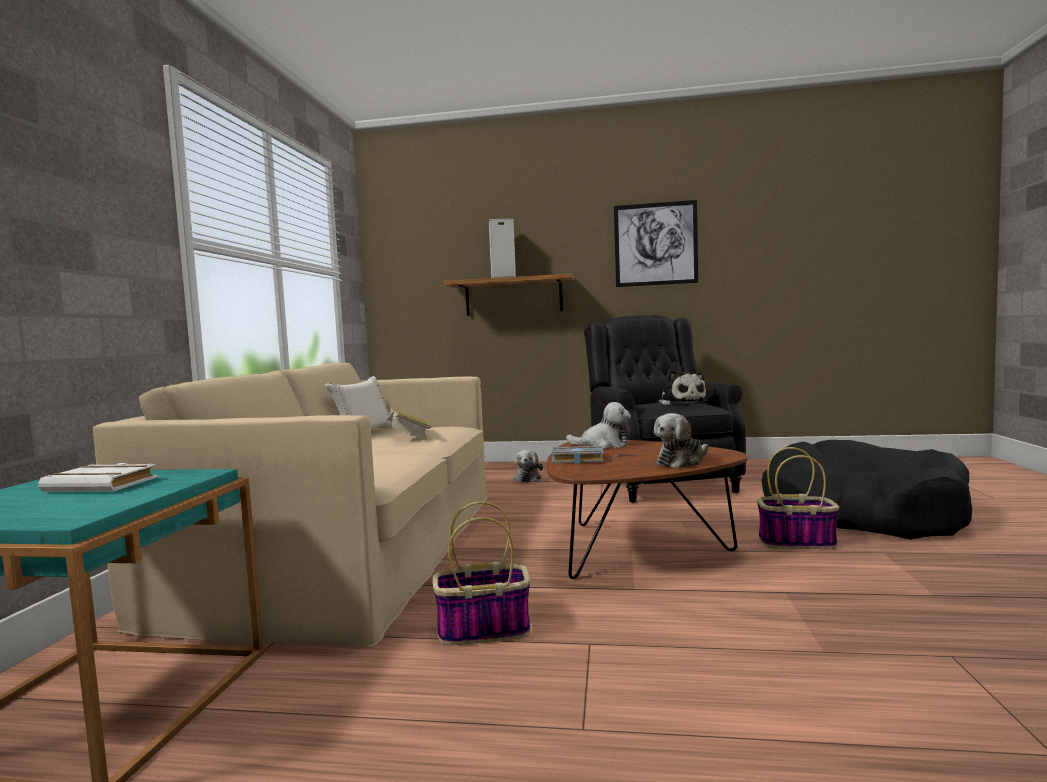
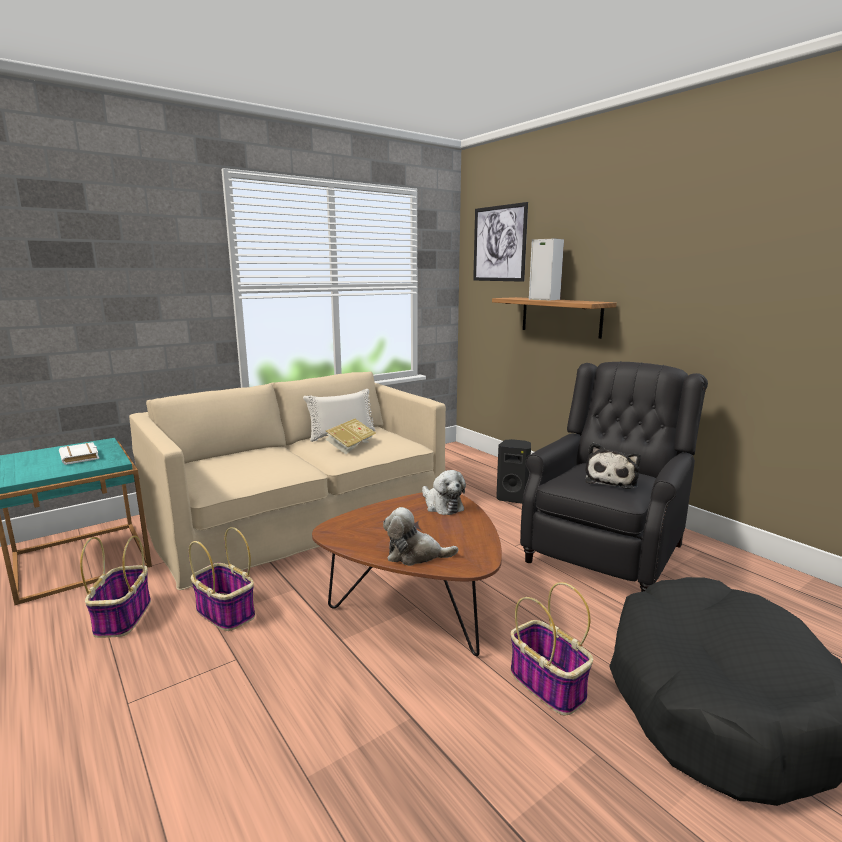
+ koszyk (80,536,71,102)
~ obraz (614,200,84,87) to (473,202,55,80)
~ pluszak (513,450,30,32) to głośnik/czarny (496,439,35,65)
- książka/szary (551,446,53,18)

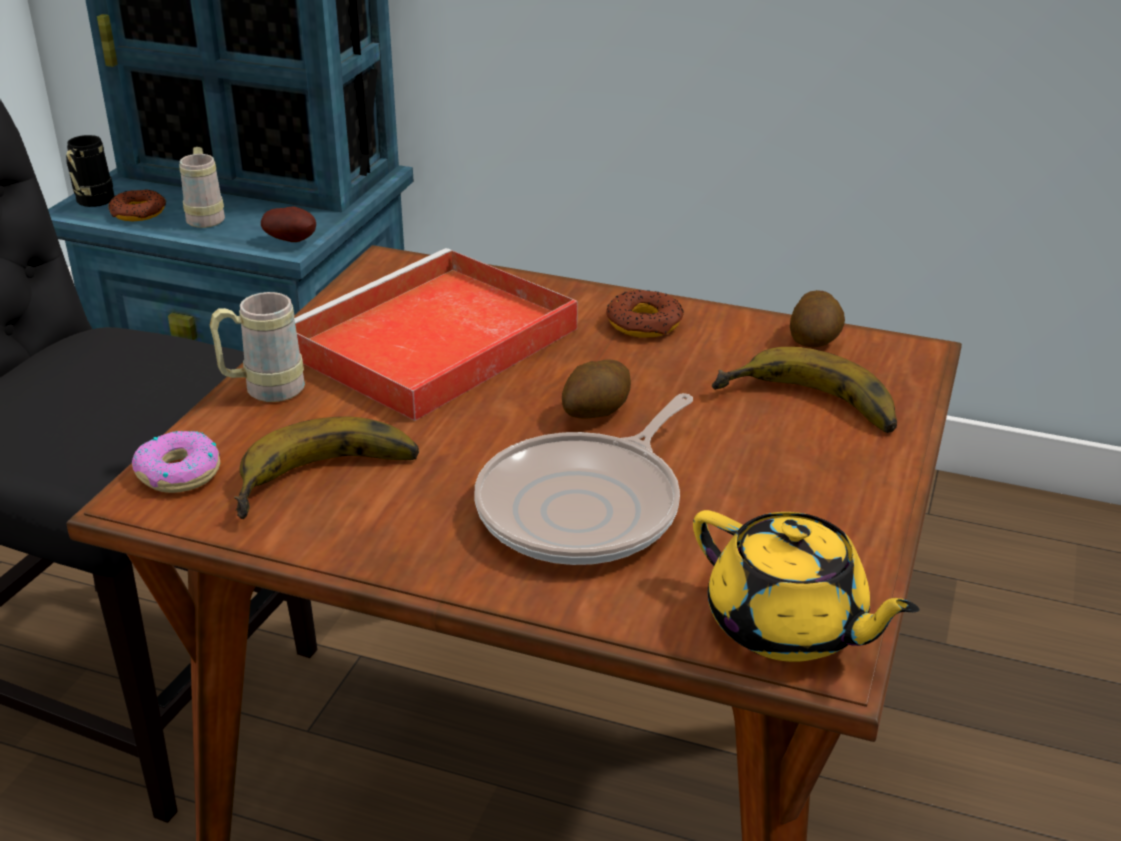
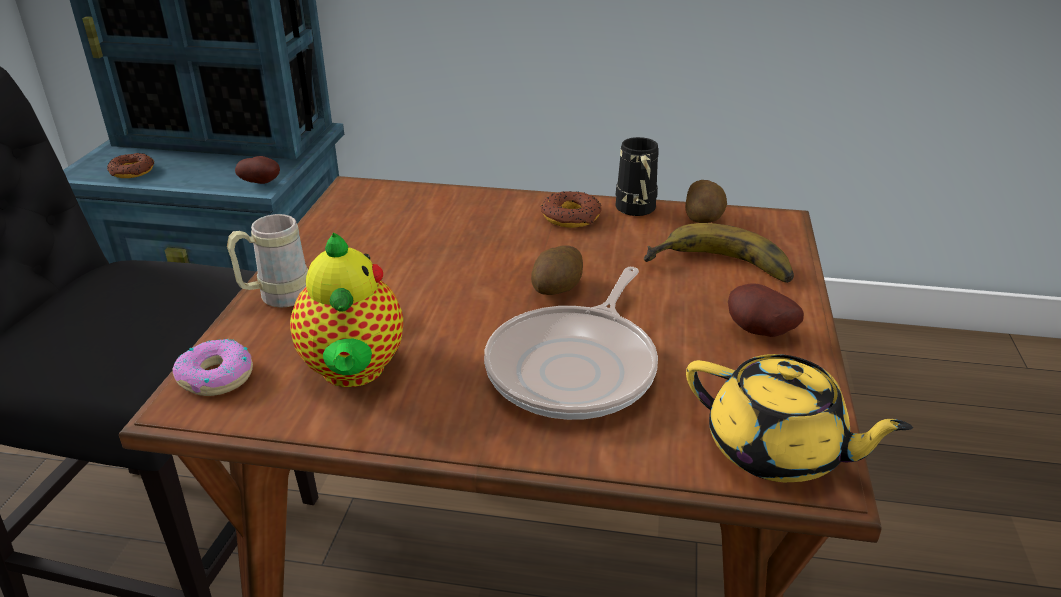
~ banan (234,416,185,103) to imbryk (290,232,113,155)
~ kubek/czarny (66,135,48,72) to (615,137,43,79)
+ ziemniak (728,283,76,54)
- kubek/beżowy (179,147,46,81)
- taca/czerwony (294,248,284,173)

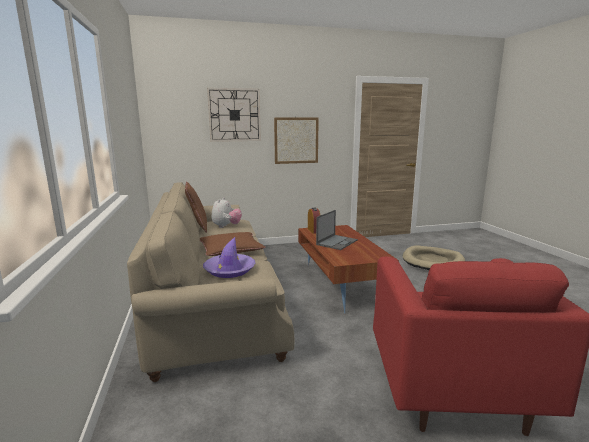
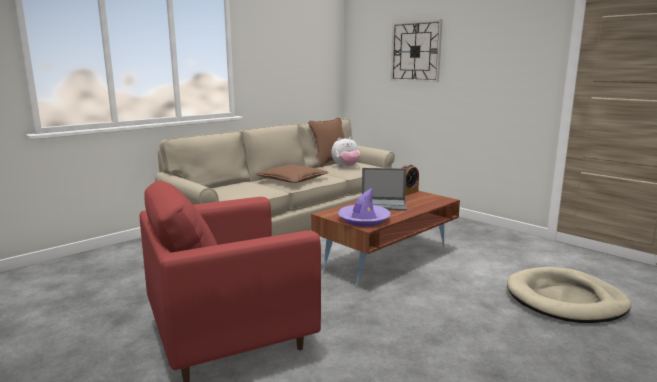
~ kapelusz/fioletowy (203,237,52,41) to (338,187,53,39)
- obraz (274,117,45,47)

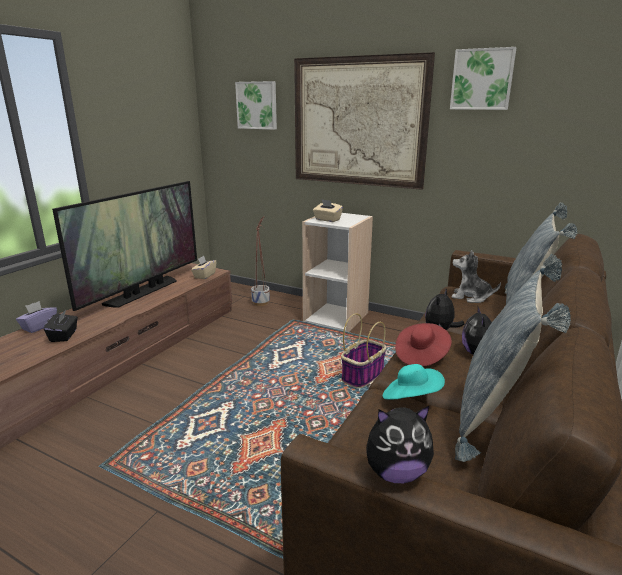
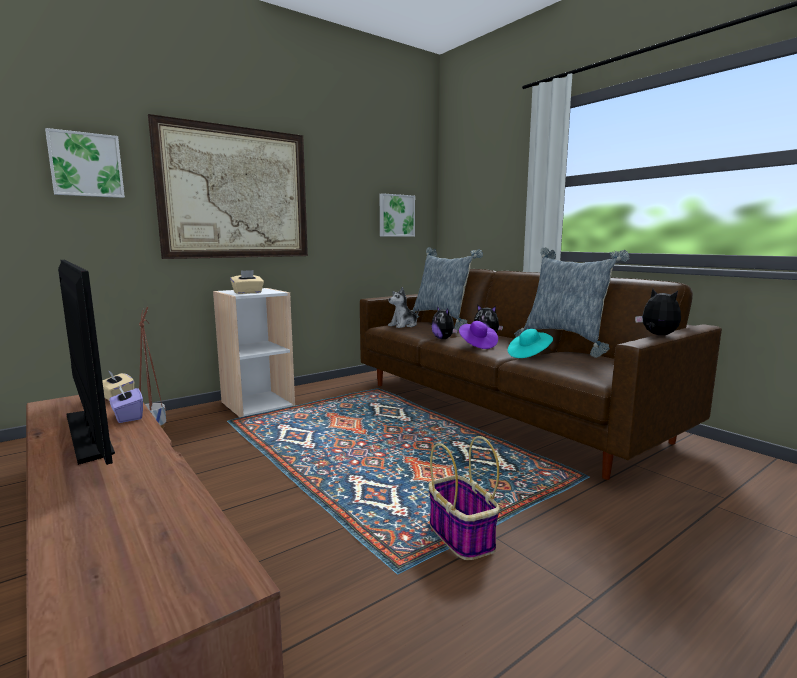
~ pudełko chusteczek/fioletowy (16,301,41,32) to (109,384,34,39)
~ obraz (450,47,67,63) to (380,193,35,44)
~ koszyk (341,313,45,75) to (428,436,72,124)
~ kapelusz/czerwony (395,323,57,44) to kapelusz/fioletowy (459,321,39,28)
~ pluszak (367,406,67,77) = (635,289,46,46) 45 degrees counterclockwise
- pudełko chusteczek/czarny (44,310,34,32)

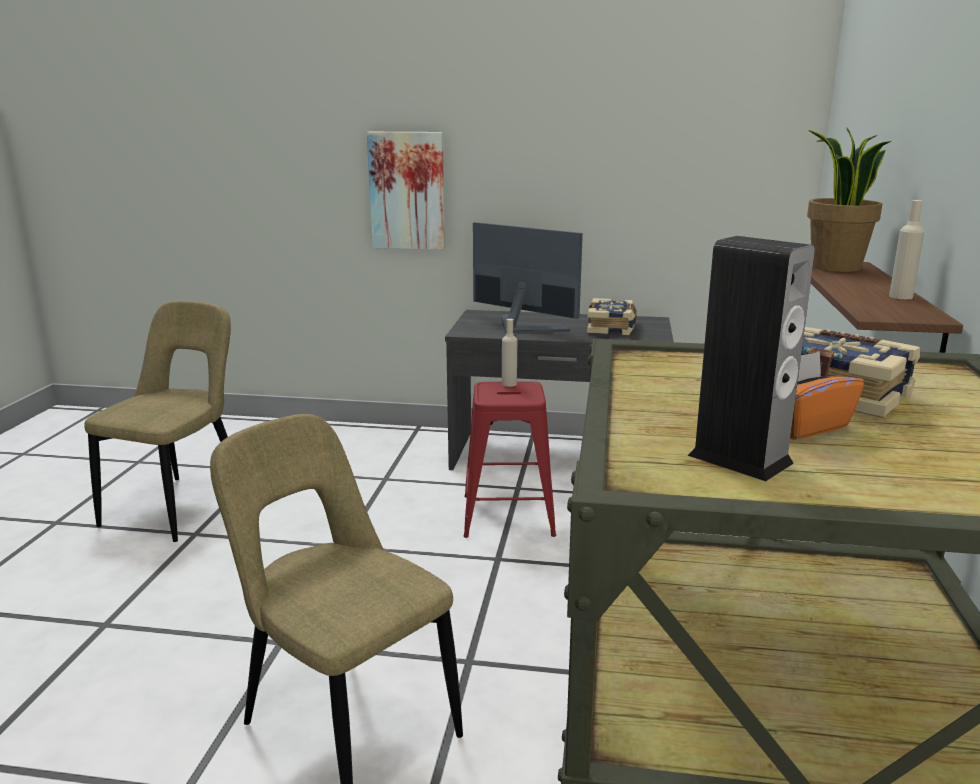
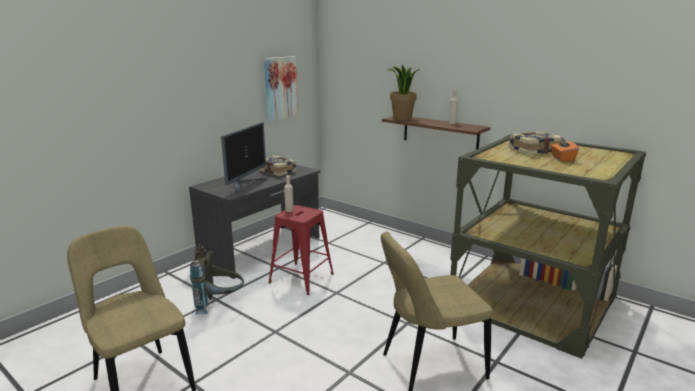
+ plecak/szary (190,243,54,72)
~ monitor (473,222,110,111) = (221,122,46,71) 135 degrees clockwise
~ obraz (367,132,78,118) to (264,56,34,66)
- głośnik (688,236,127,245)

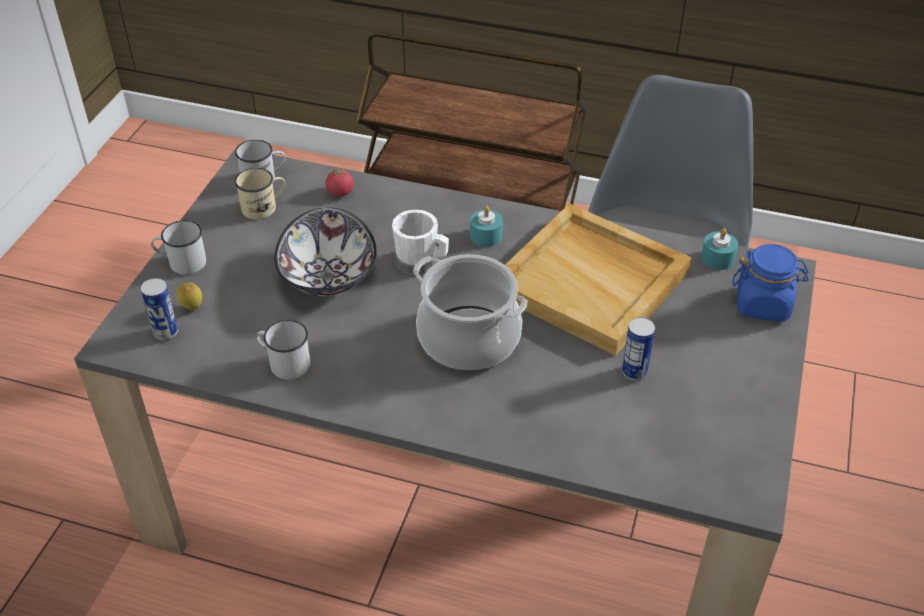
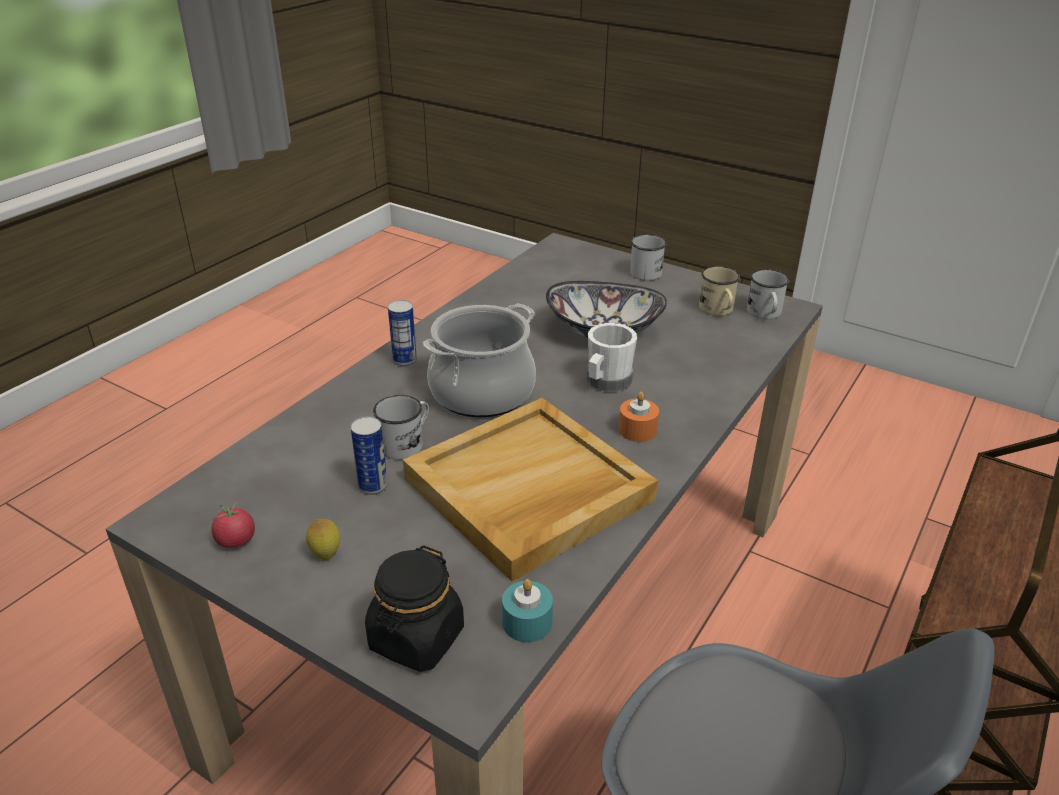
~ pomidor (325,166,29,30) to (212,502,43,46)
~ cytryna (177,282,25,28) to (306,519,34,41)
~ słoik/niebieski (732,244,77,77) to słoik/czarny (365,545,99,127)
~ kubek/biały (256,320,54,60) to (373,395,56,65)
~ puszka (141,278,37,63) to (388,300,29,66)
~ świeca/turkusowy (470,206,33,41) to świeca/pomarańczowy (618,392,41,50)

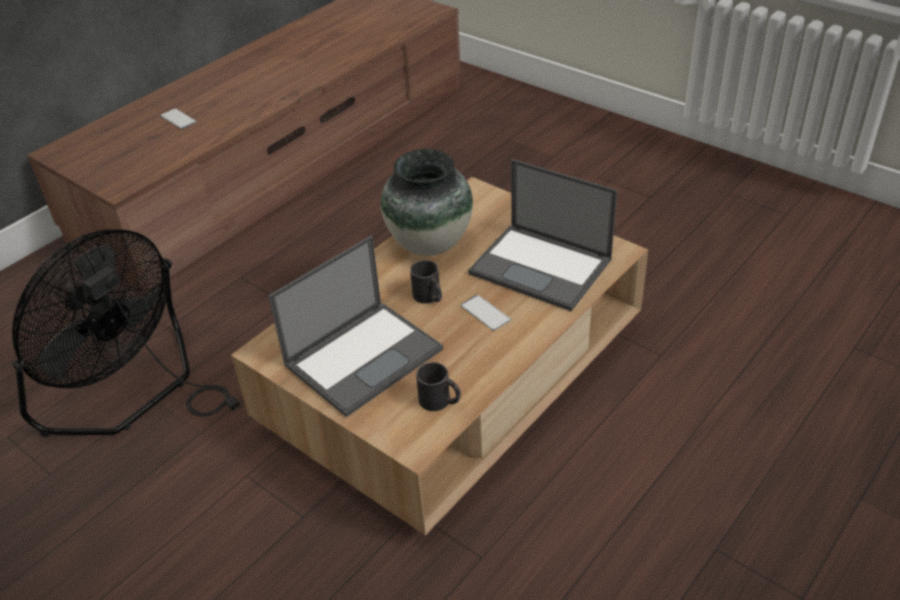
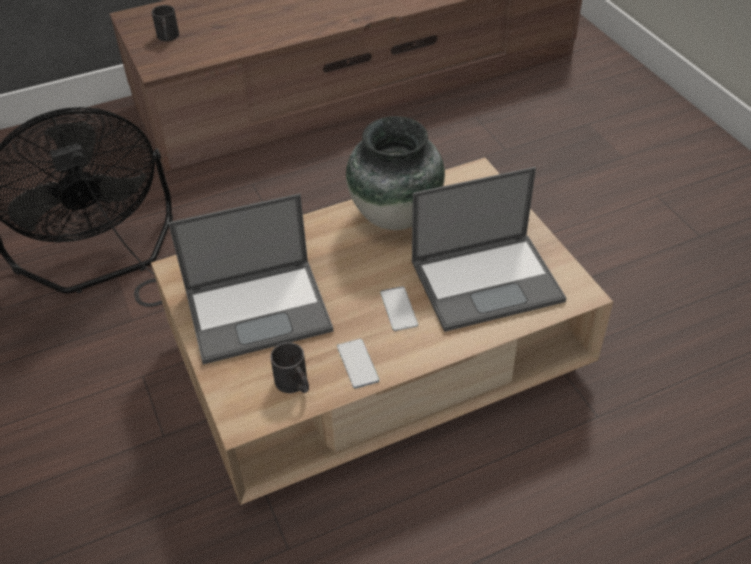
~ kubek/czarny (410,260,32,44) to (152,5,27,36)
~ telefon (160,108,36,21) to (337,339,42,50)
~ laptop (468,159,149,152) = (412,167,154,165) 75 degrees counterclockwise

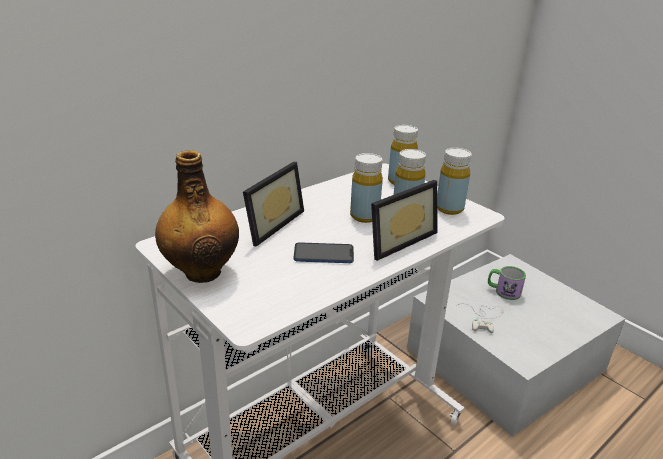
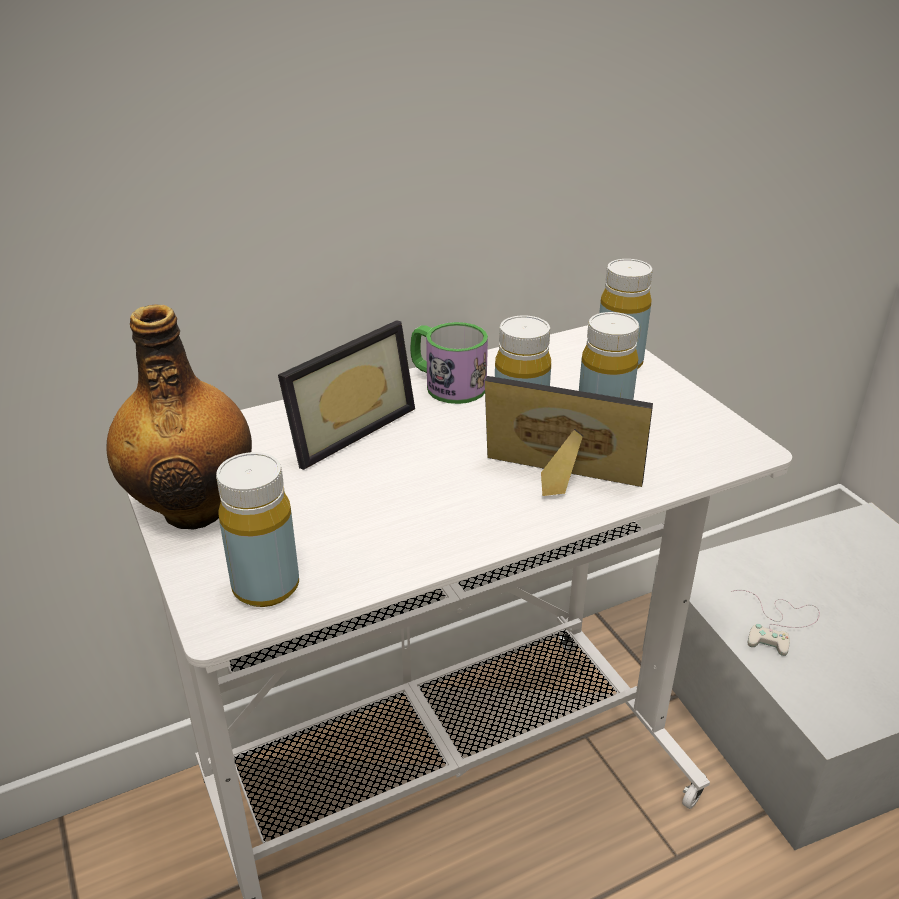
~ butelka/żółty (437,148,35,67) to (216,452,83,155)
~ kubek (488,266,38,34) to (410,322,78,82)
~ ramka na zdjęcie (371,180,67,81) = (485,376,168,120) 135 degrees counterclockwise
- telefon (294,242,60,21)

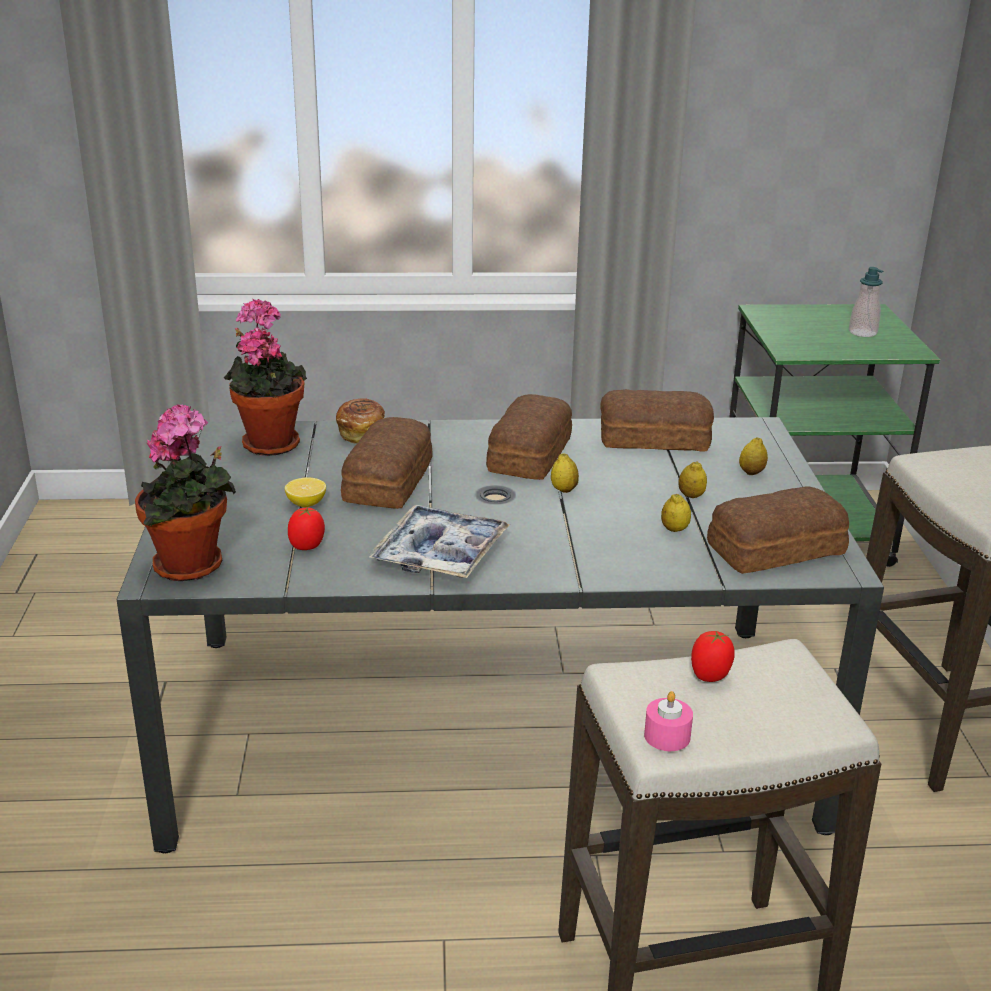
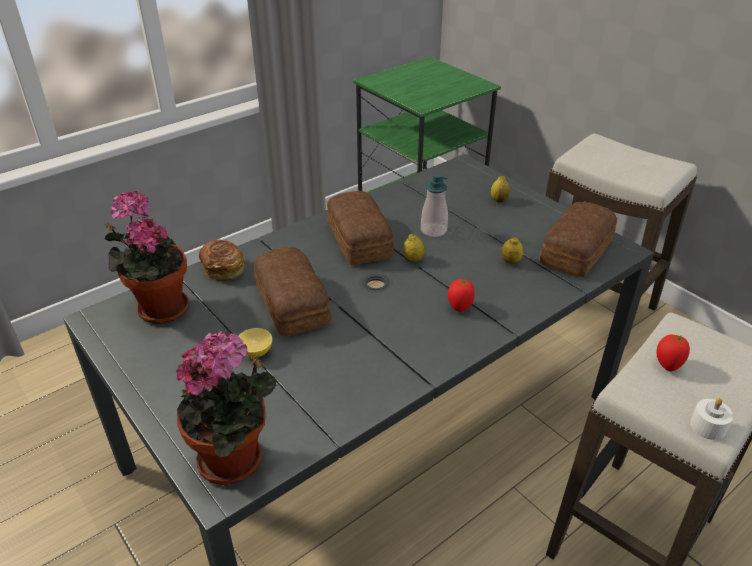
~ dozownik mydła (849,267,34,70) to (421,173,27,64)
~ pomidor (288,508,37,42) to (448,279,27,33)
~ świeca/różowy (644,691,49,60) to świeca/biały (690,398,43,42)
- taca (369,505,141,73)
- chleb (600,389,114,63)
- cytryna (678,461,29,37)

